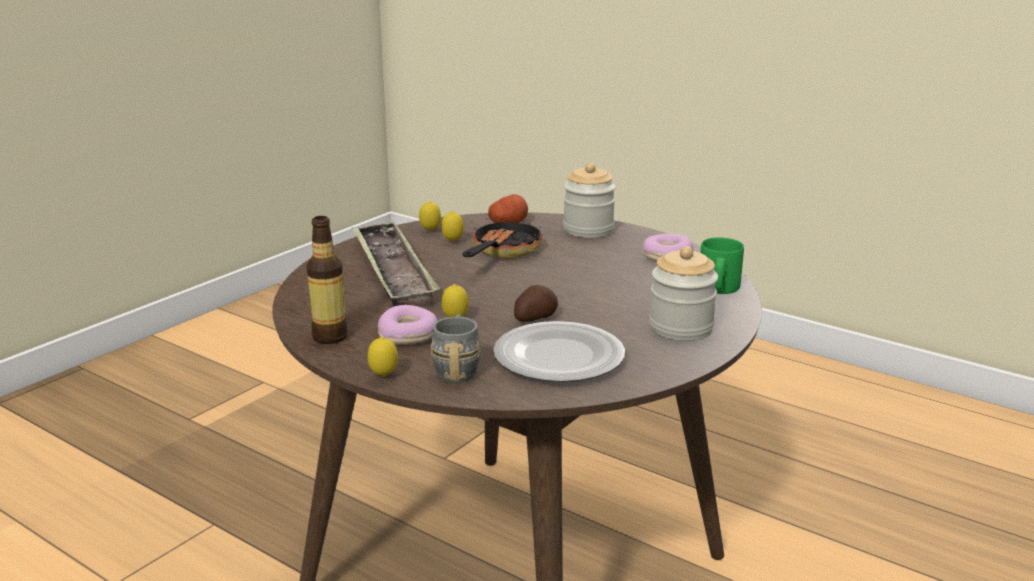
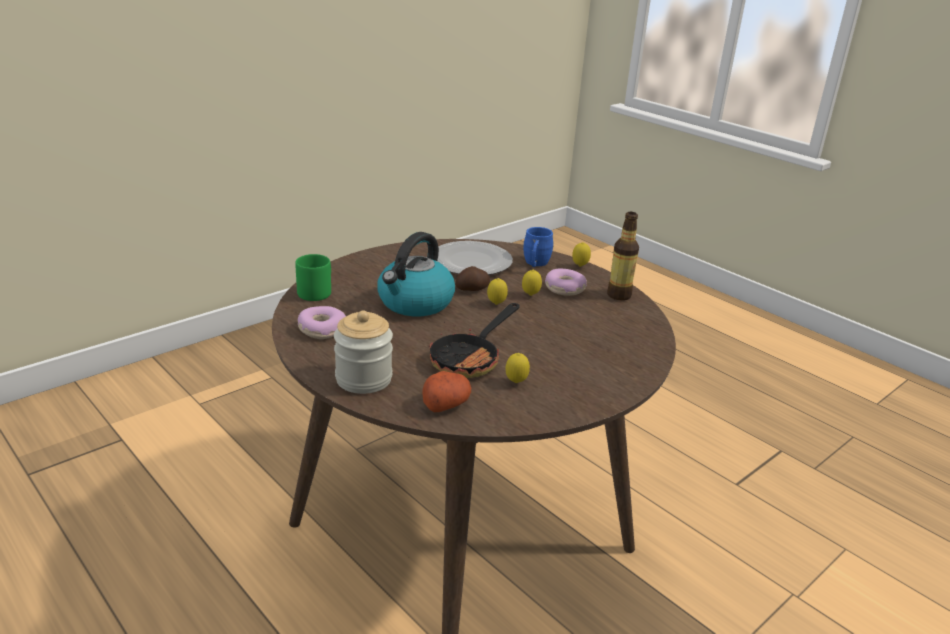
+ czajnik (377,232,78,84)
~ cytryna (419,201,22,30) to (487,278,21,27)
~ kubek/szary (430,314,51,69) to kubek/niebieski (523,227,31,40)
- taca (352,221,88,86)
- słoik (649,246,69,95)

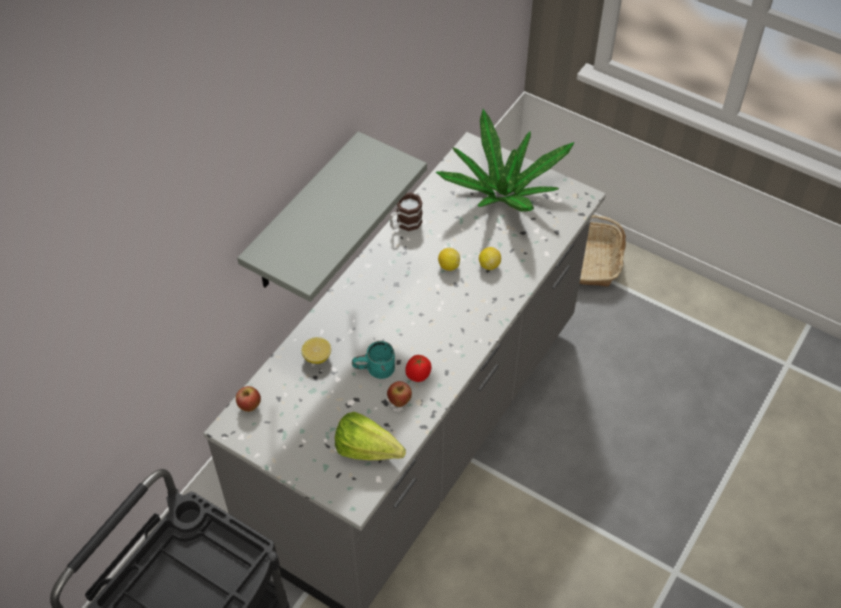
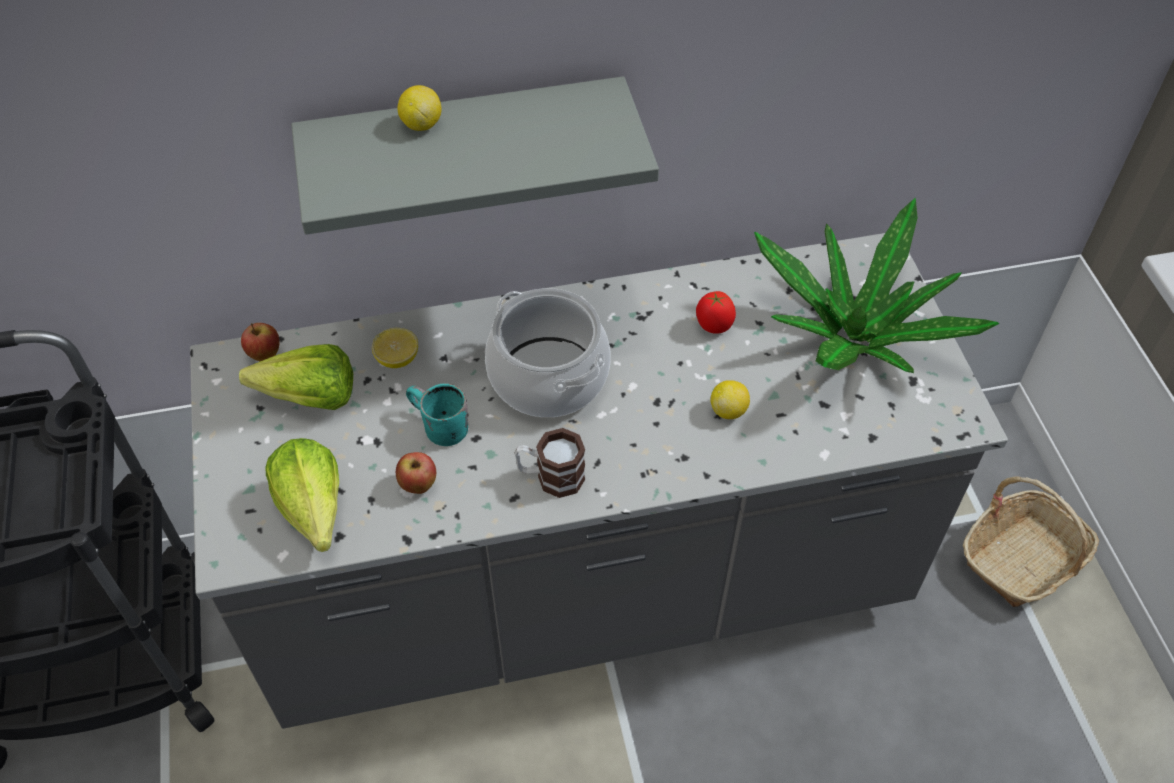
+ sałata (239,344,114,66)
~ cytryna (438,248,22,23) to (397,85,44,46)
+ garnek (485,288,126,129)
~ kubek (390,192,32,39) to (515,428,70,70)
~ pomidor (405,355,27,27) to (696,291,40,43)

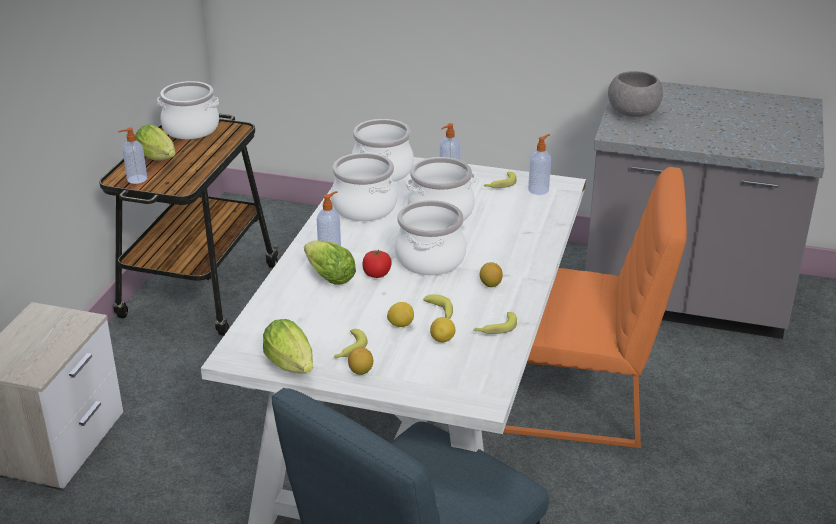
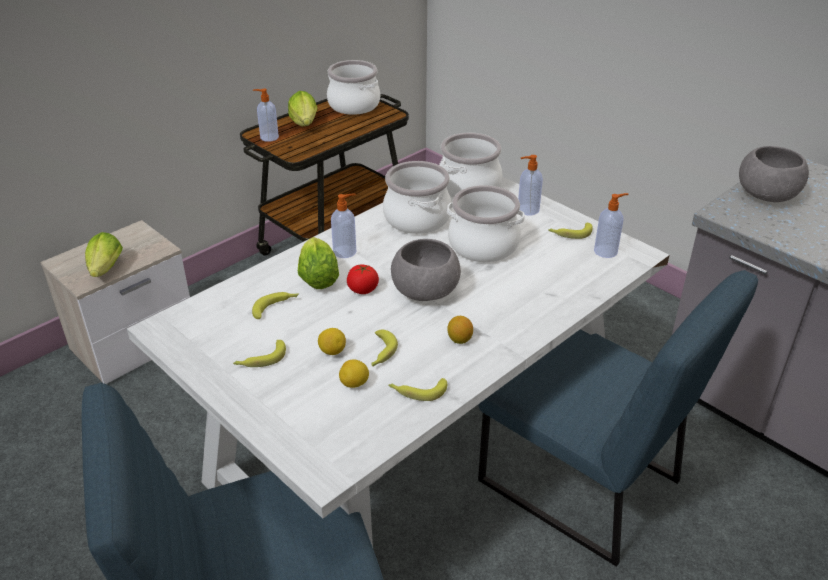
~ sałata (263,319,50,55) to (85,232,38,45)
+ banan (252,292,47,27)
~ garnek (394,200,72,75) to miska/szary (391,239,70,62)
~ krzesło/pomarańczowy (503,167,184,281) to krzesło/niebieski (478,270,280,297)
- cytryna (348,347,25,28)

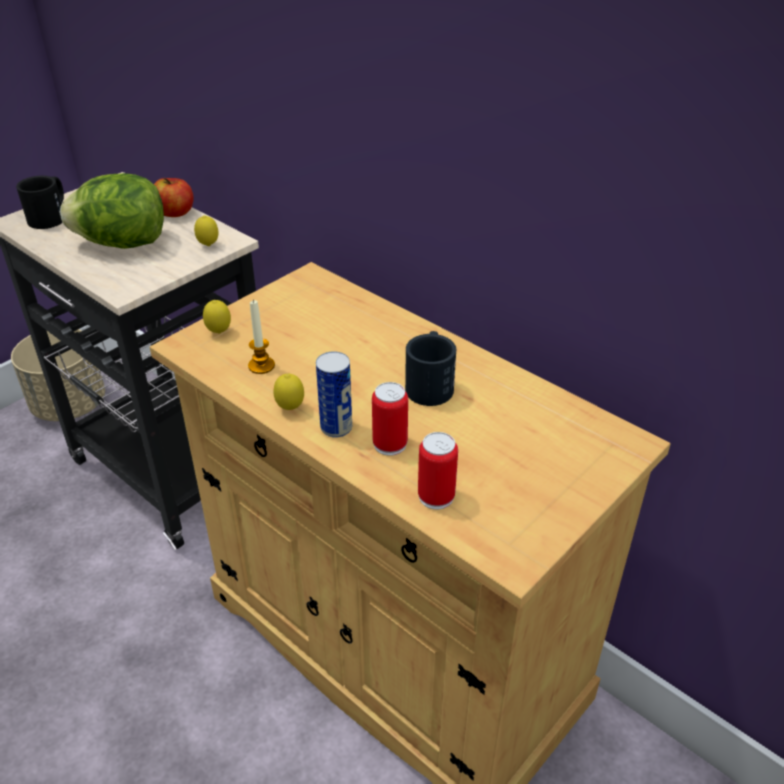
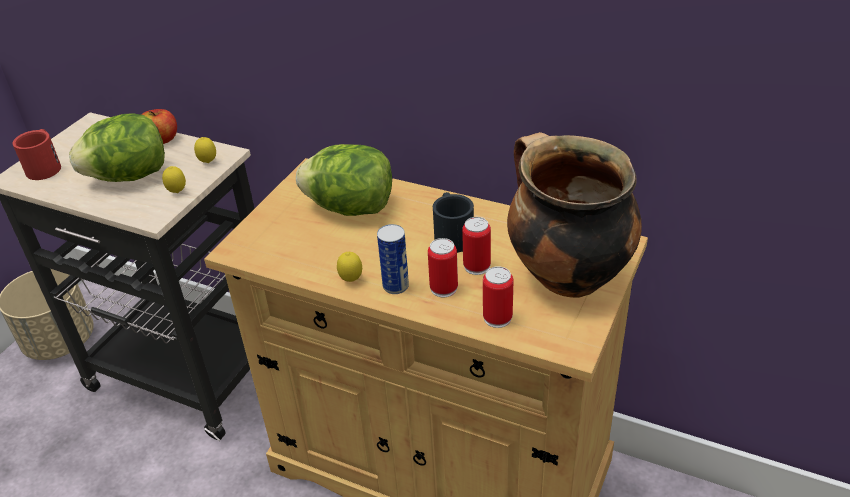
~ kubek/czarny (16,176,48,53) to kubek/czerwony (12,129,49,51)
~ cytryna (203,300,28,33) to (162,166,24,27)
+ sałata (296,144,96,72)
+ puszka (462,217,29,58)
+ garnek (507,132,135,166)
- świeca (248,299,27,75)

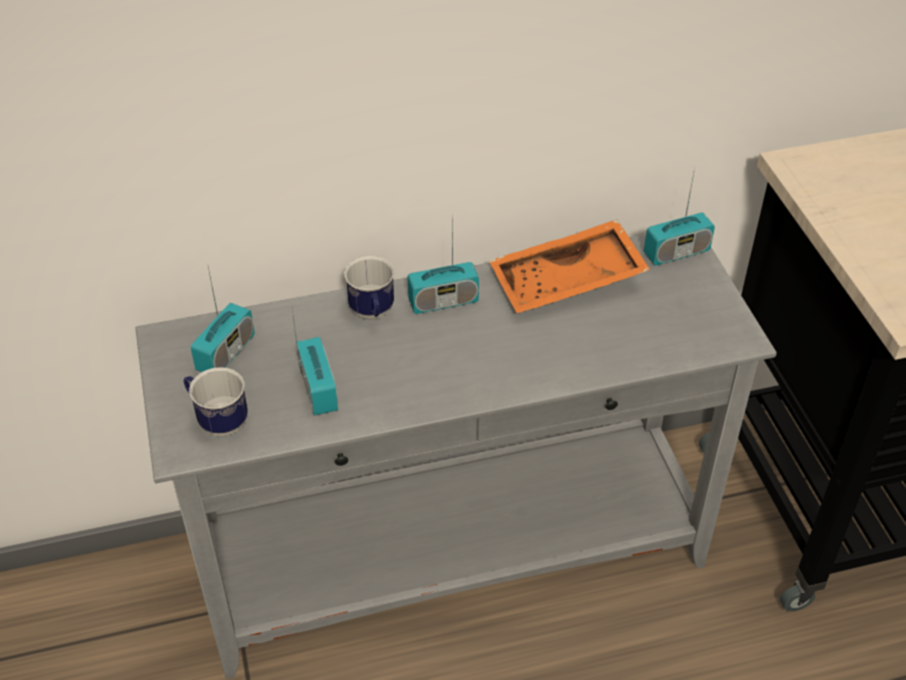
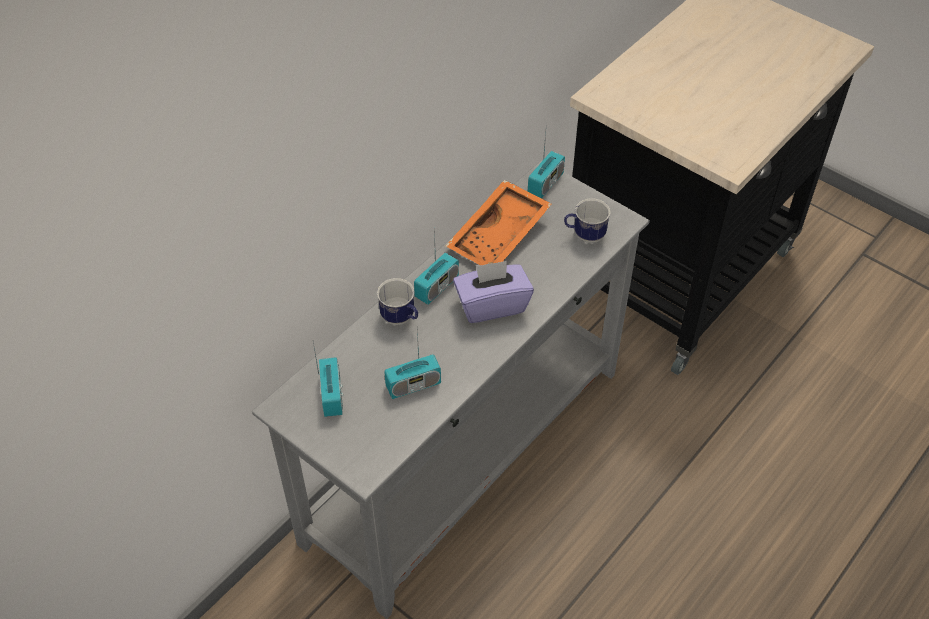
~ radio (292,309,46,107) = (384,331,57,68) 120 degrees clockwise
+ pudełko chusteczek/fioletowy (453,261,81,62)
~ kubek (184,367,64,69) to (564,198,46,45)

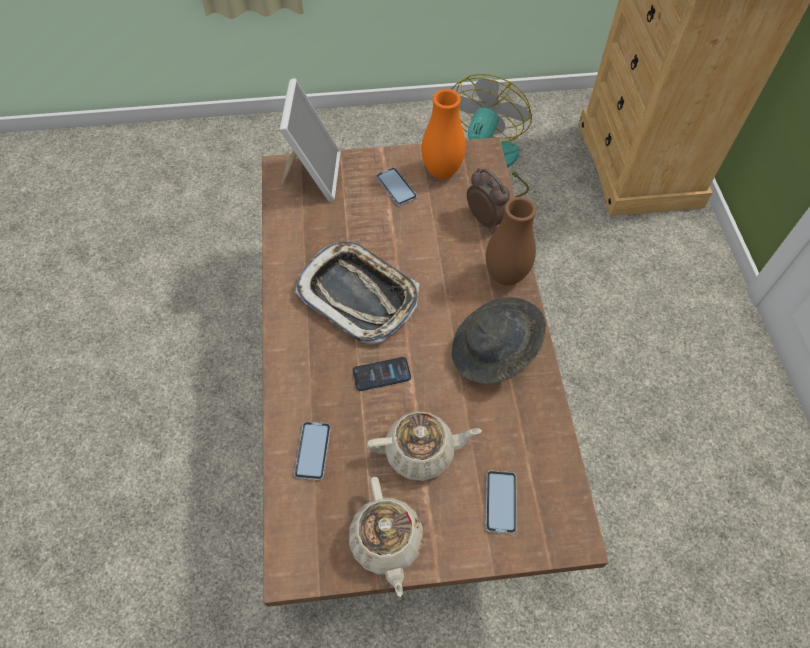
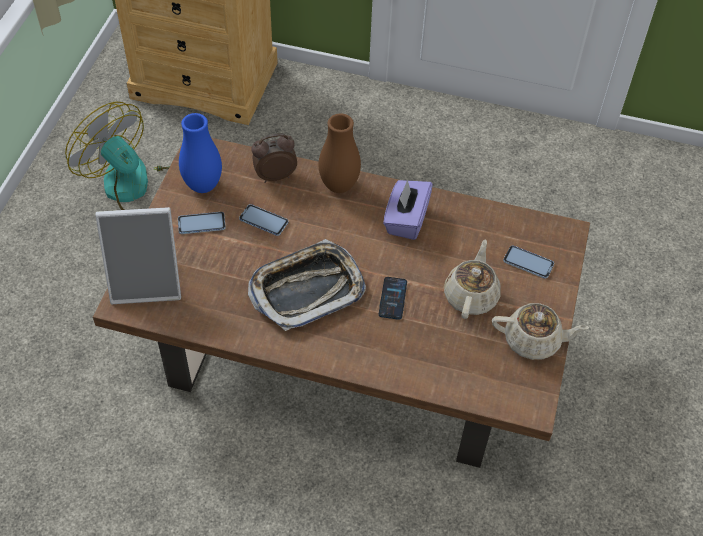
~ ramka na zdjęcie (279,78,62,124) = (95,207,86,97) 150 degrees clockwise
~ wazon/pomarańczowy (422,89,44,90) to wazon/niebieski (179,113,43,80)
~ telefon (294,422,37,58) to (239,204,49,32)
~ kapelusz/szary (451,297,95,87) to pudełko chusteczek/fioletowy (383,179,50,61)

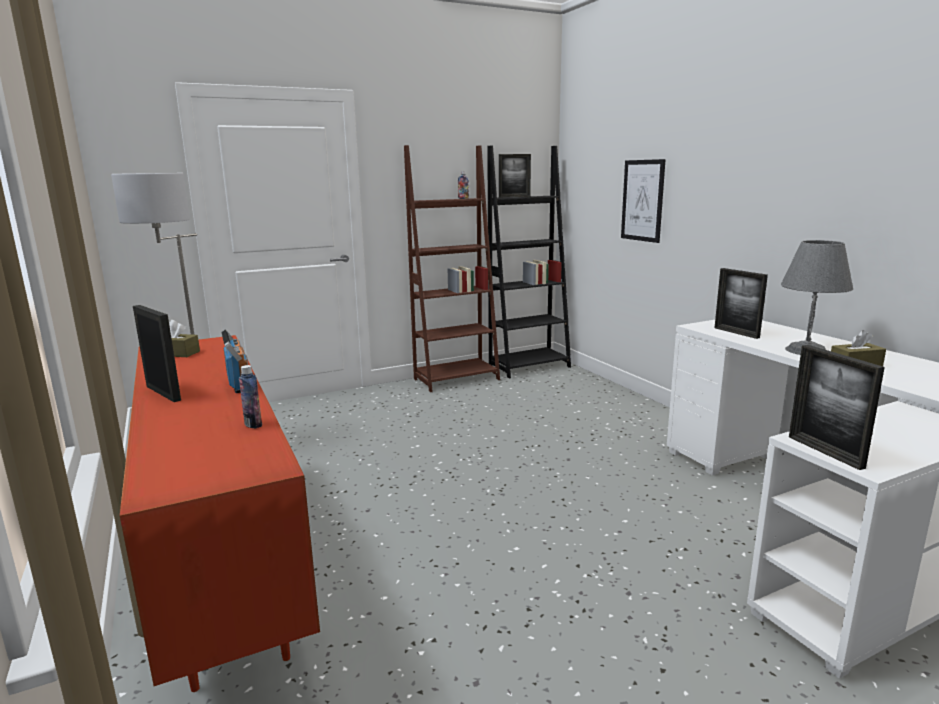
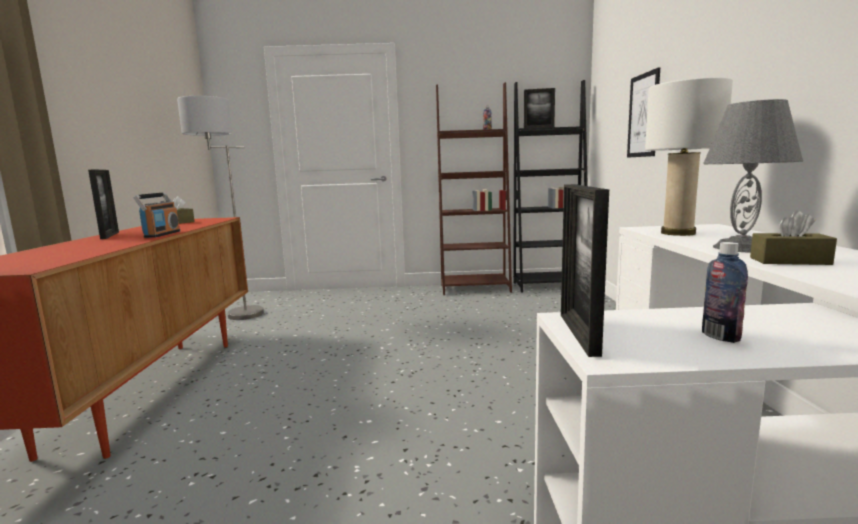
~ ramka na zdjęcie (714,268,54,71) to lampa stołowa/biały (645,77,88,159)
~ butelka (239,365,23,63) to (702,242,46,101)

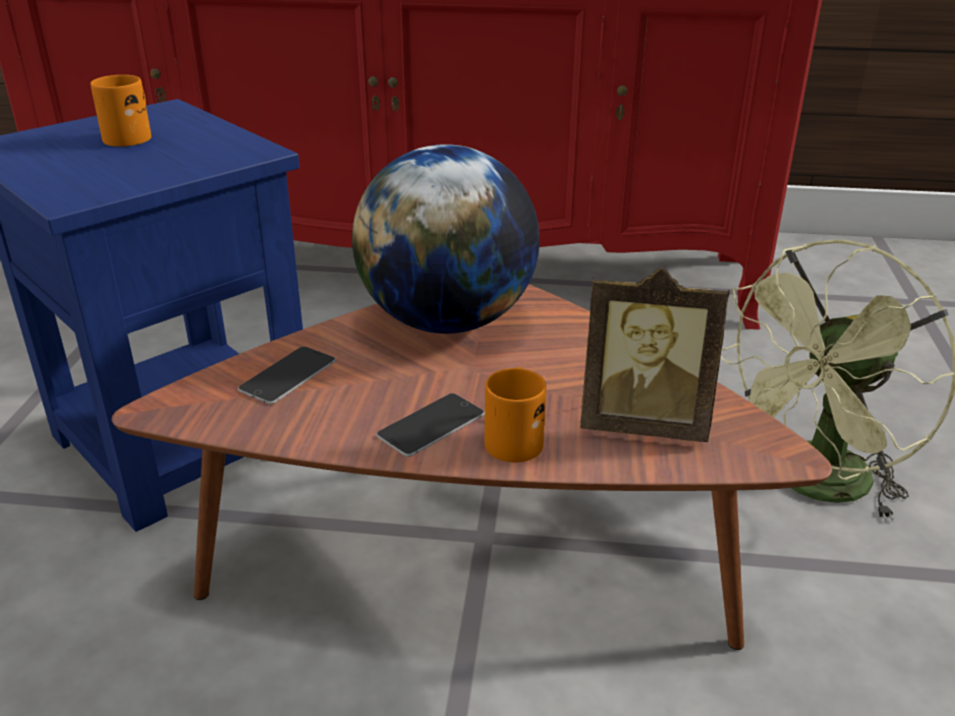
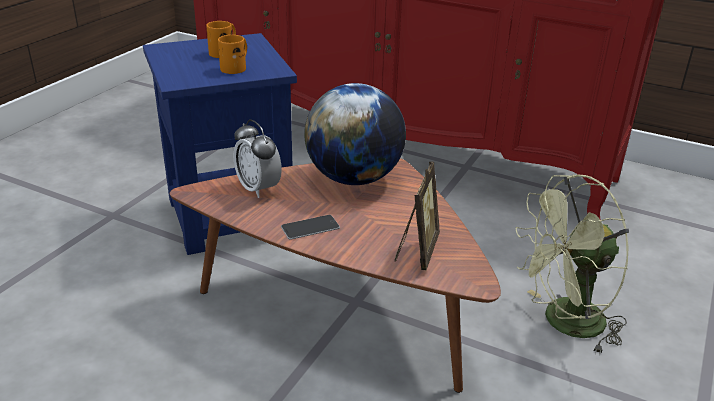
~ kubek/pomarańczowy (485,367,61,95) to (218,35,29,39)
~ telefon (238,346,98,58) to budzik (233,119,49,79)
~ ramka na zdjęcie (580,267,150,175) = (394,162,46,108) 105 degrees counterclockwise

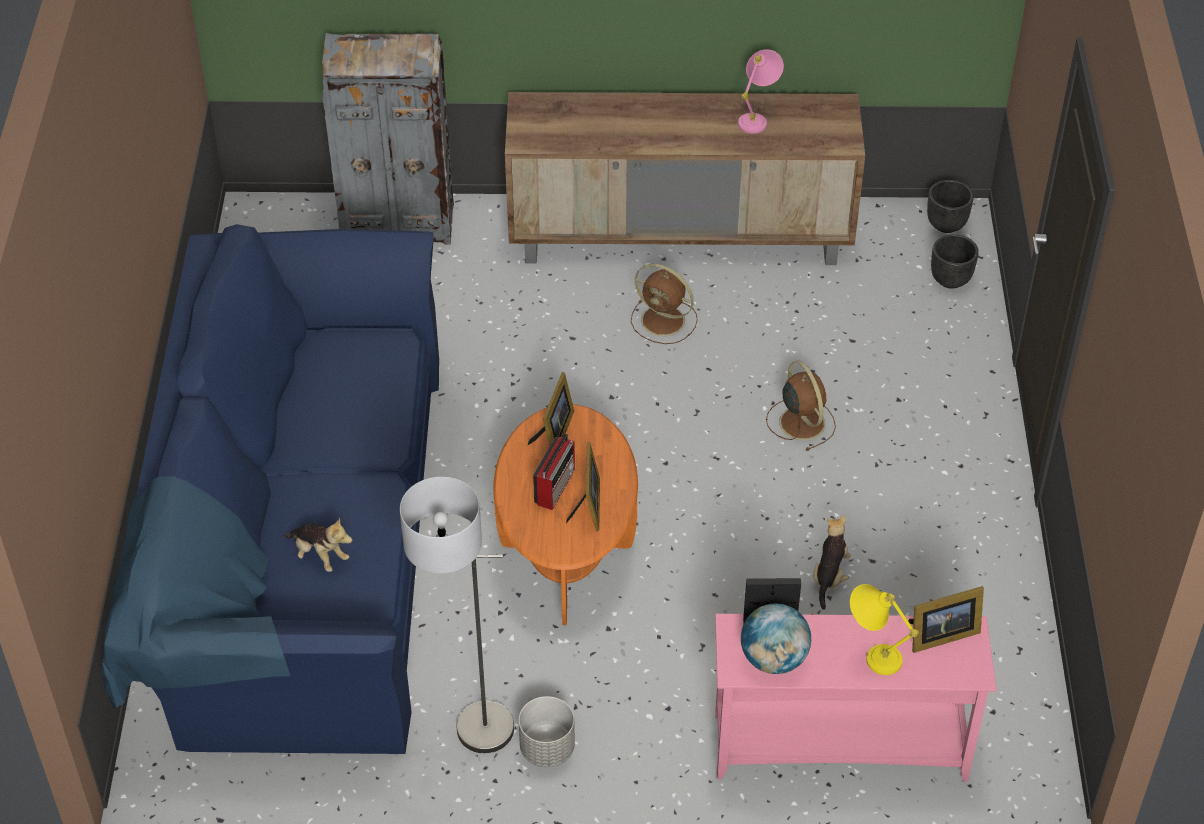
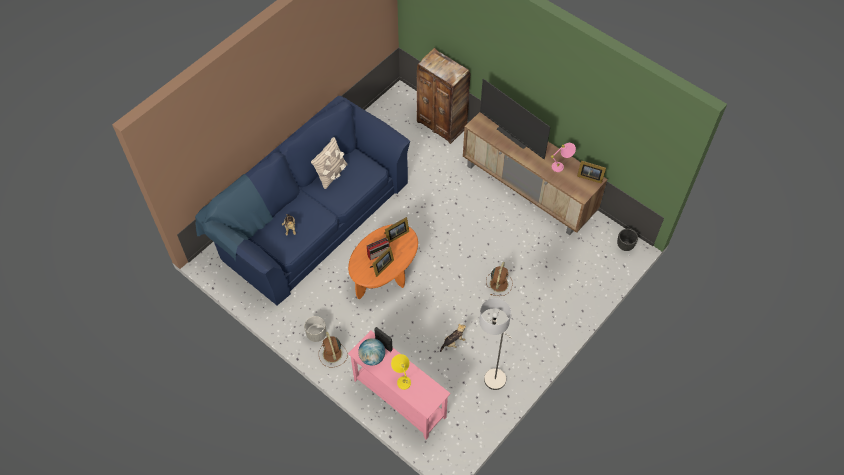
+ poduszka/beżowy (311,137,37,52)
~ wentylator/brązowy (631,264,67,80) to (319,332,29,36)
~ szafka/szary (322,33,132,212) to szafka/brązowy (417,48,54,96)
~ lampa stojąca/szary (400,477,114,276) to (479,298,33,92)
+ telewizor (480,79,70,80)
~ ramka na zdjęcie (908,586,76,67) to (577,160,29,24)
- donica/czarny (931,234,48,55)

